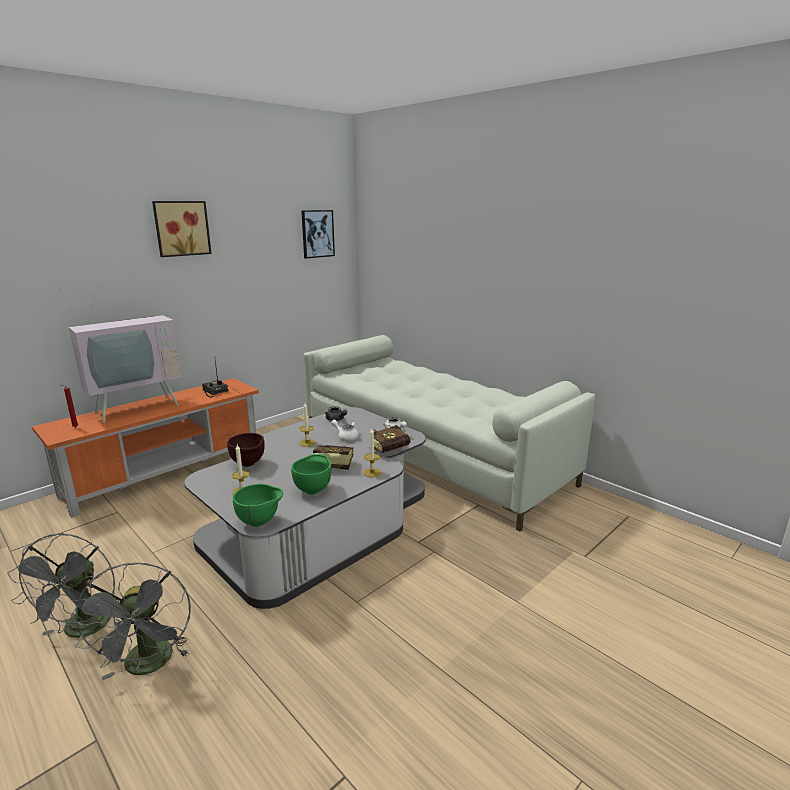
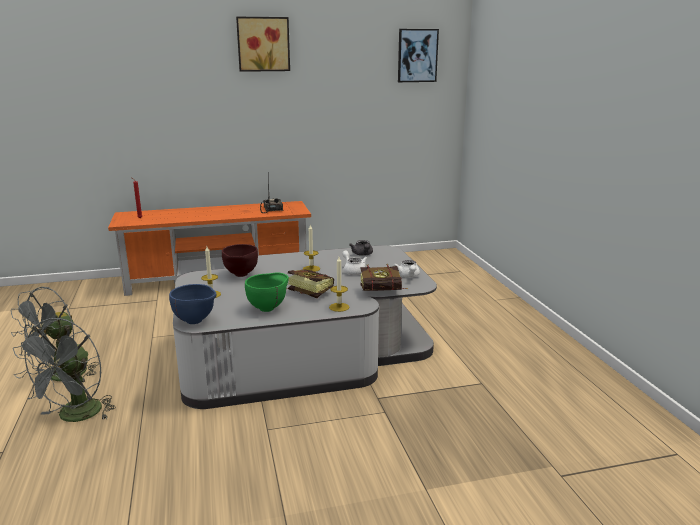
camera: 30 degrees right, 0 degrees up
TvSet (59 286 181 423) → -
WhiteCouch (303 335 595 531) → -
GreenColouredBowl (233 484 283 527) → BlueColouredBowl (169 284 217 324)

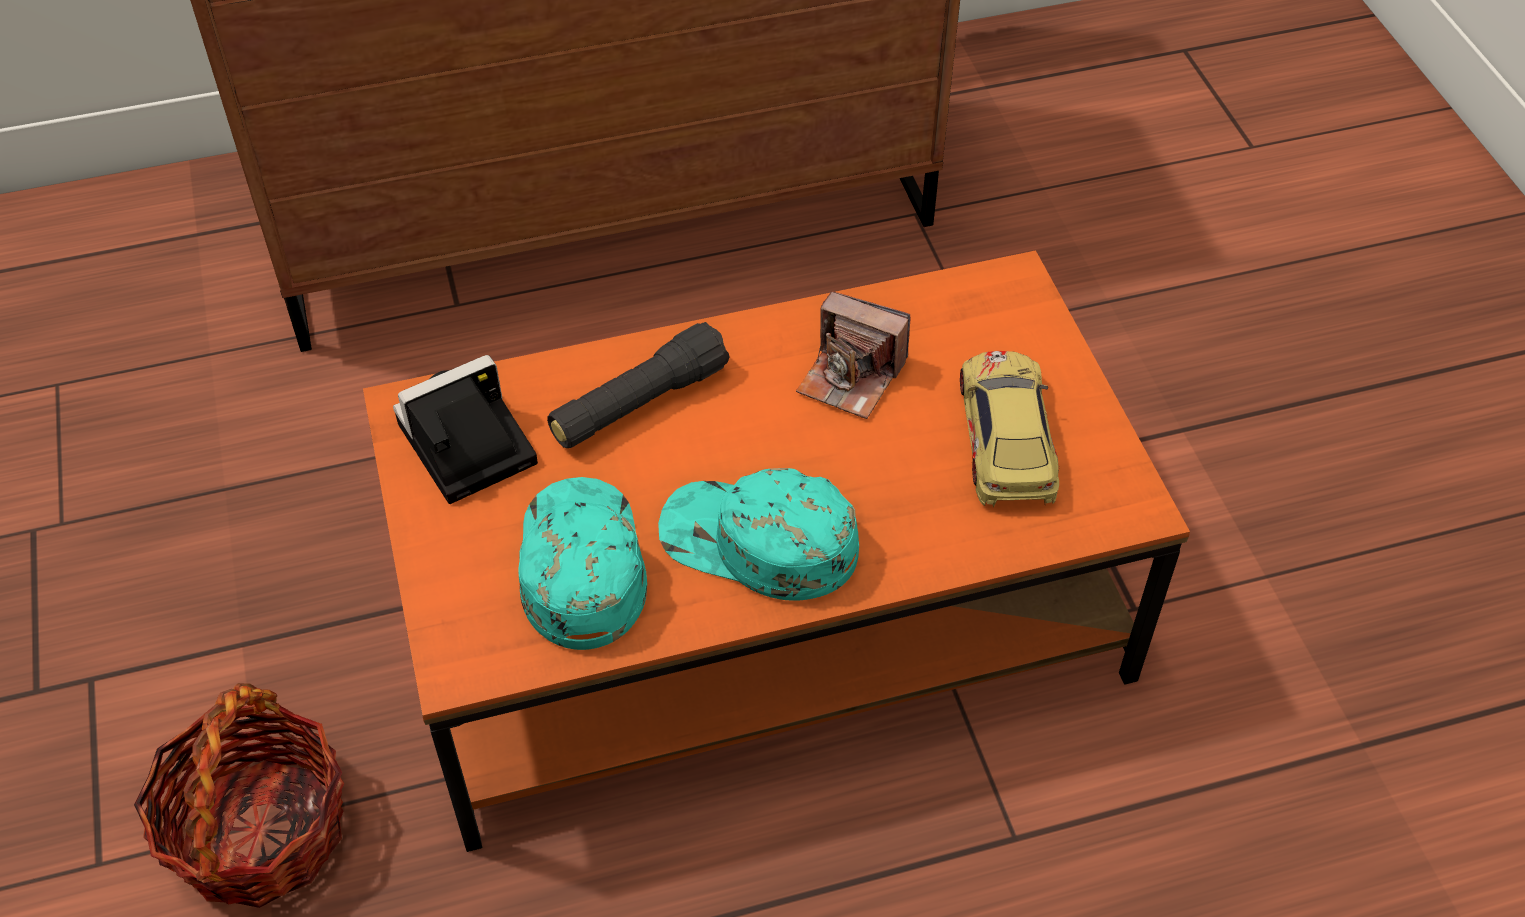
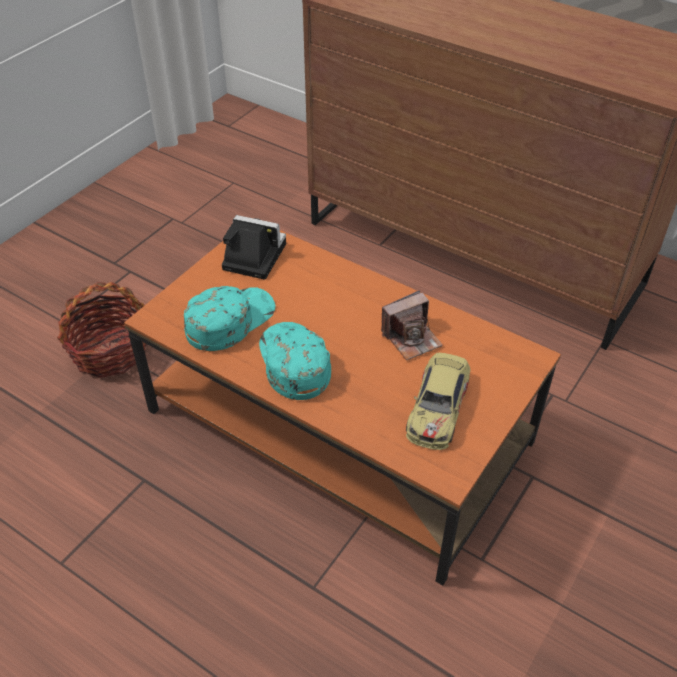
camera: 50 degrees right, 5 degrees down
BlackHandTorch (547 322 730 448) → -
PhotoCamera (796 291 910 419) → PhotoCamera (381 290 443 360), 105 degrees counterclockwise
ToyCar (960 351 1059 508) → ToyCar (406 353 470 450), 150 degrees clockwise

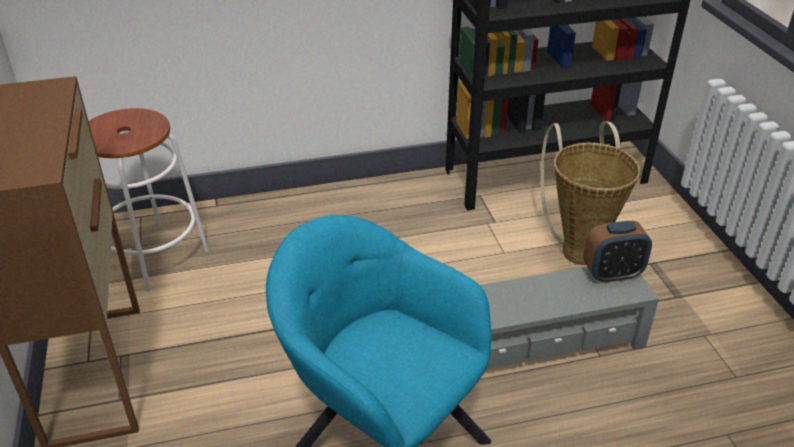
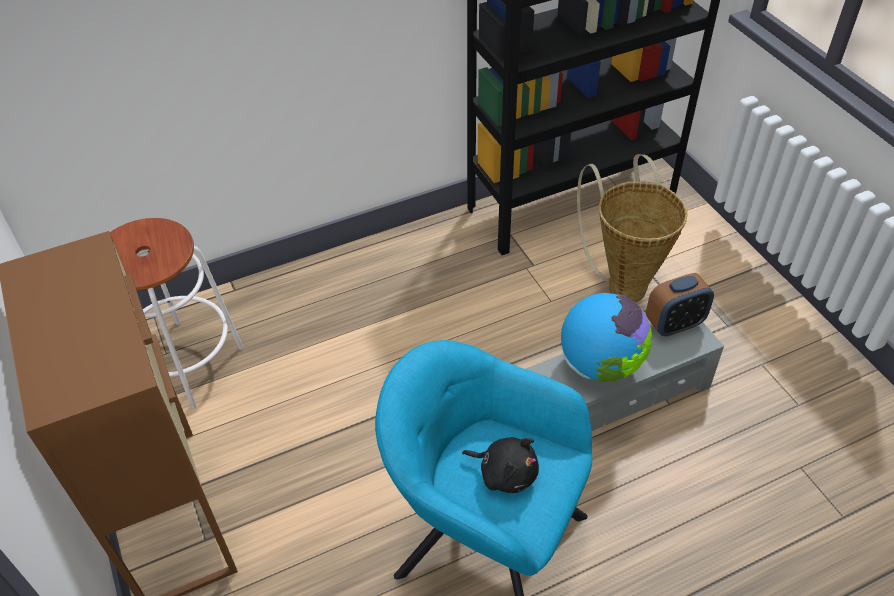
camera: 10 degrees left, 10 degrees up
- → BlackCuddlyToy (462 437 539 493)
- → WorldGlobe (561 293 652 382)

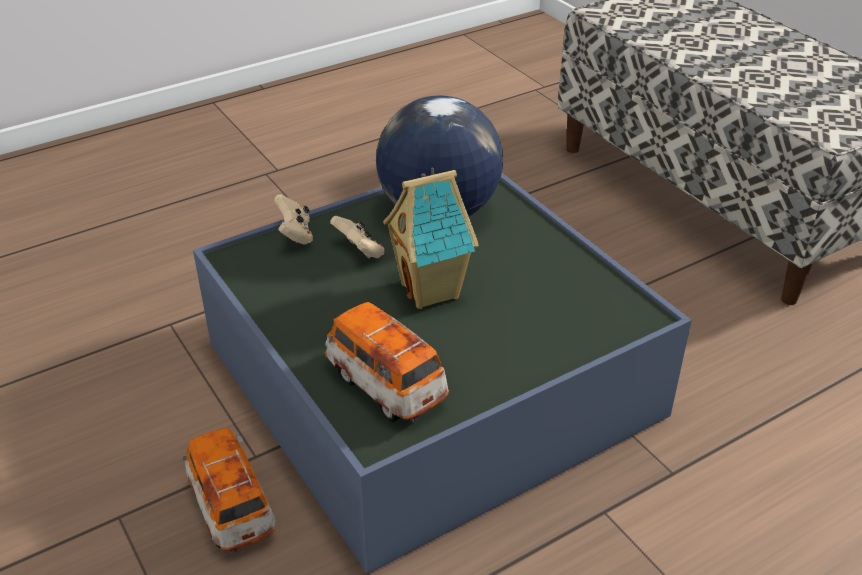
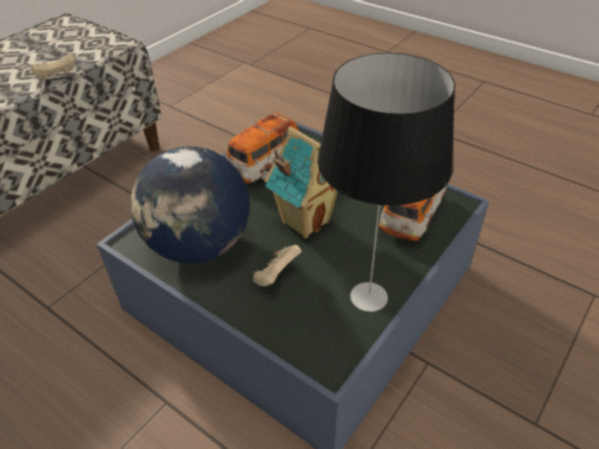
camera: 110 degrees left, 5 degrees up
- → TableLamp (318 53 455 312)
ToyCar (182 428 275 554) → ToyCar (225 112 300 184), move
SandColouredGameController (274 194 313 245) → SandColouredGameController (30 54 75 80), move

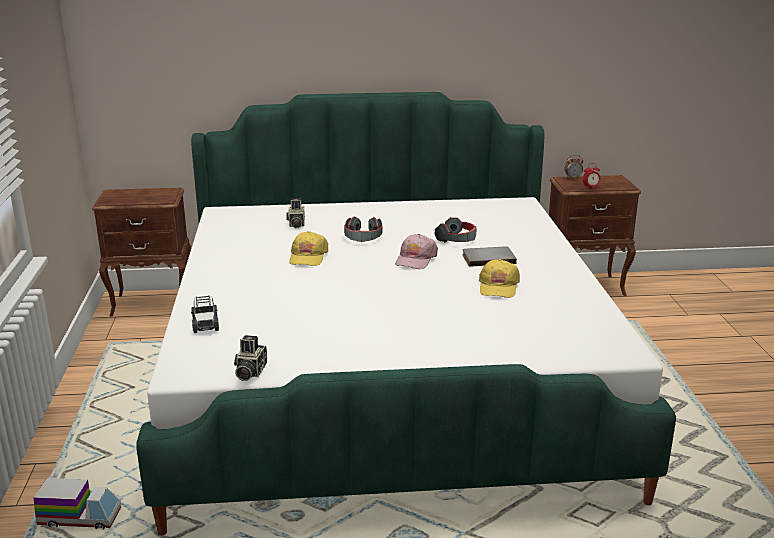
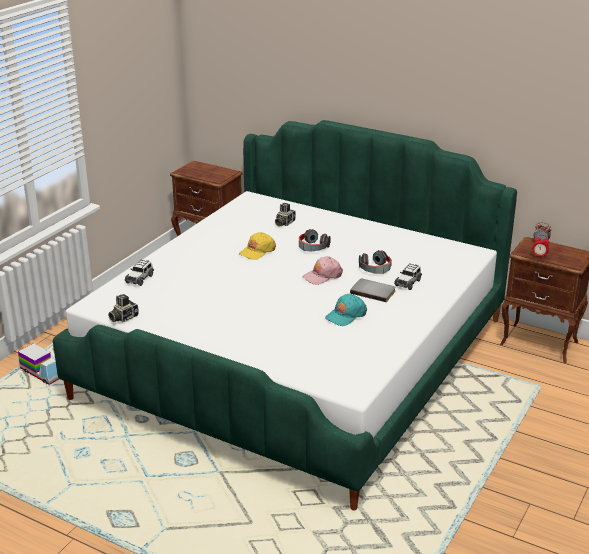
camera: 35 degrees right, 5 degrees up
- → ToyCar (394 263 422 290)
YellowishBaseballCap (479 259 520 298) → TurquoiseBaseballCap (325 294 367 326)

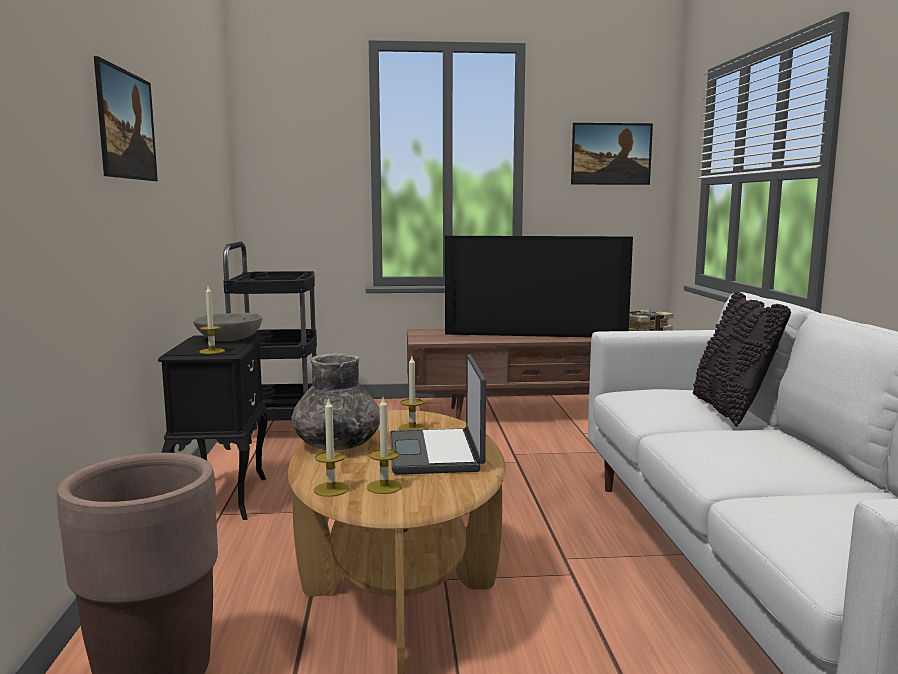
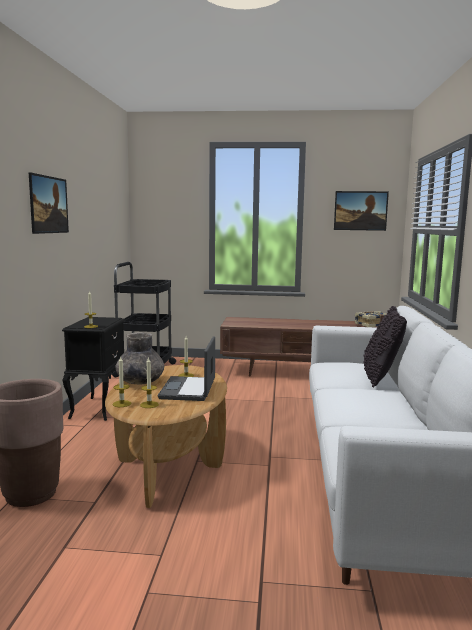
camera: 10 degrees right, 0 degrees up
GreyBowl (193 313 263 341) → -
TvSet (445 236 633 337) → -

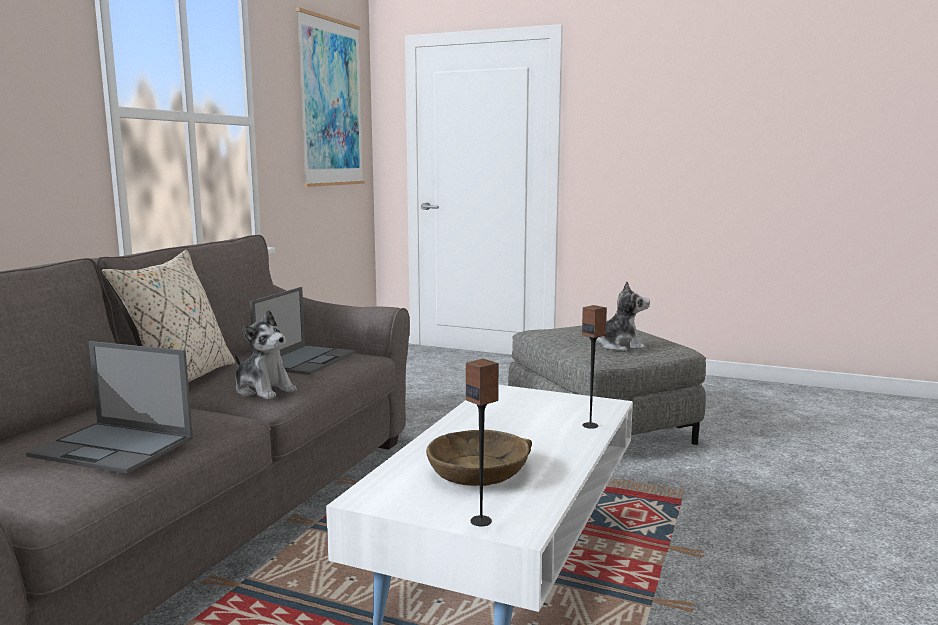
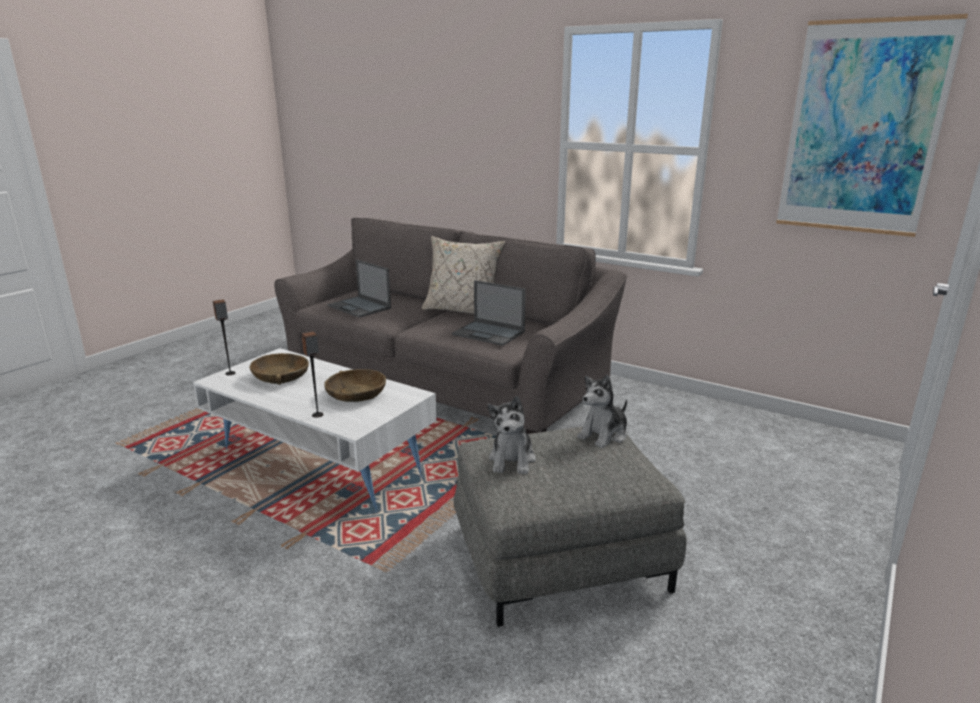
camera: 100 degrees right, 10 degrees up
- → BrownBowl (324 369 386 402)
CuddlyToy (235 310 297 400) → CuddlyToy (577 374 627 448), move
Laptop (26 341 193 473) → Laptop (328 259 391 318), 75 degrees counterclockwise

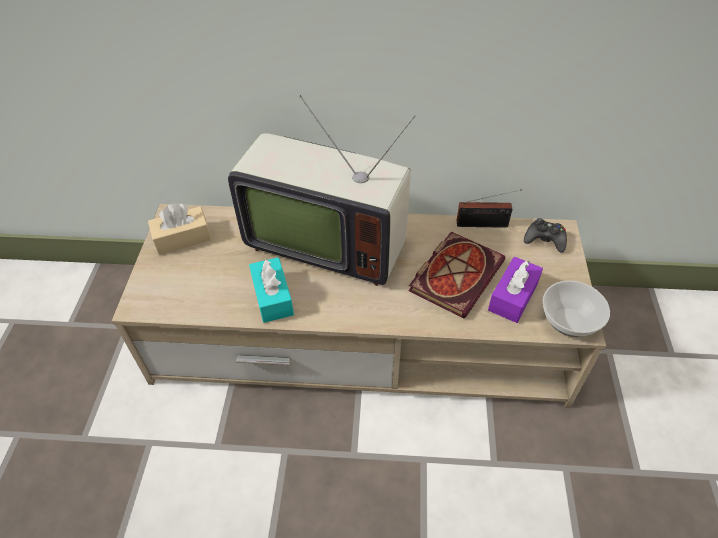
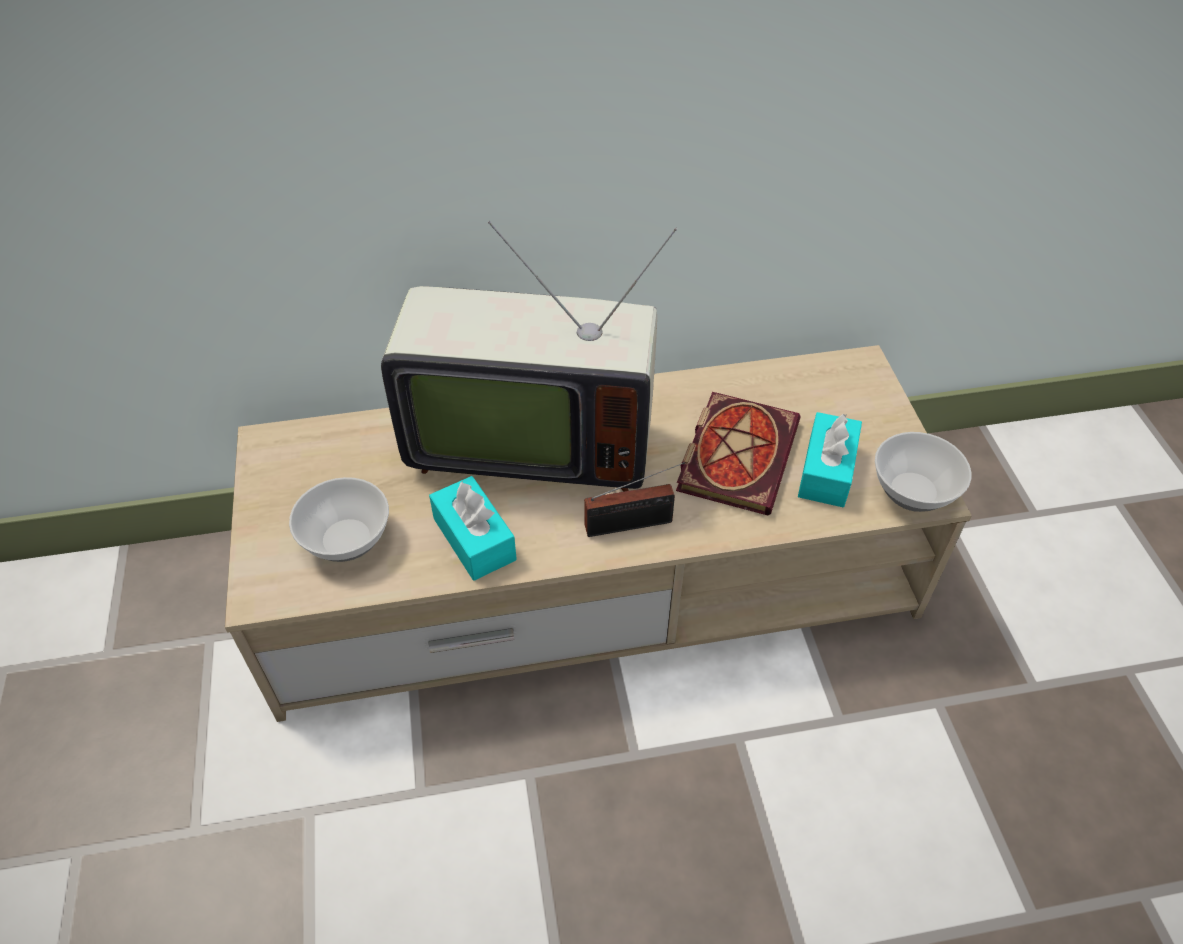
camera: 15 degrees left, 0 degrees up
SandColouredBoxOfTissues (148 203 211 255) → -
BlackGameController (524 218 567 253) → -
- → Bowl (289 477 389 562)
RadioReceiver (457 189 522 228) → RadioReceiver (584 462 685 537), move
PurpleColouredBoxOfTissues (488 257 543 323) → TurquoiseBoxOfTissues (798 412 862 507)

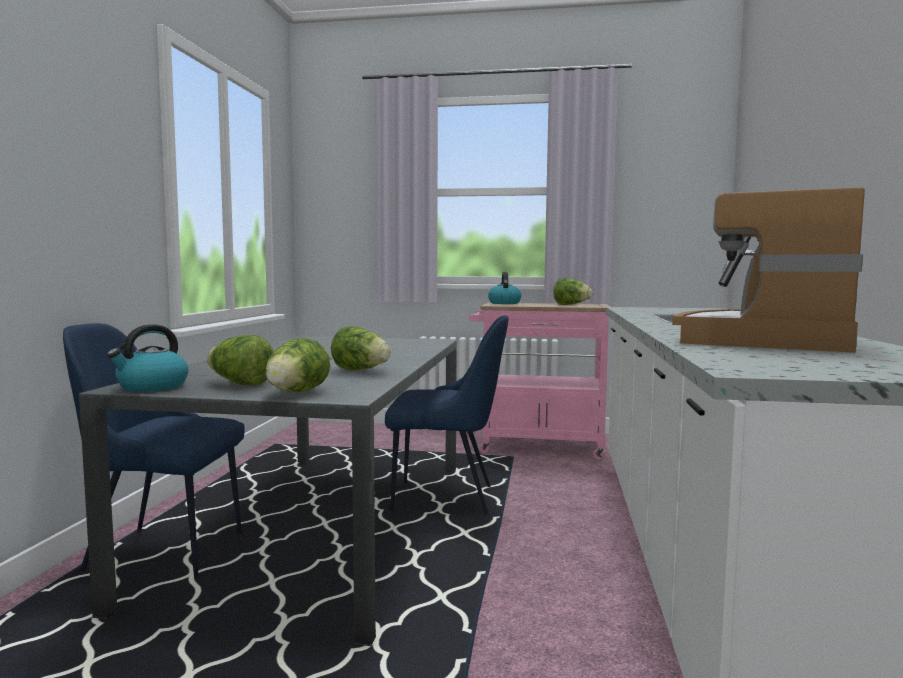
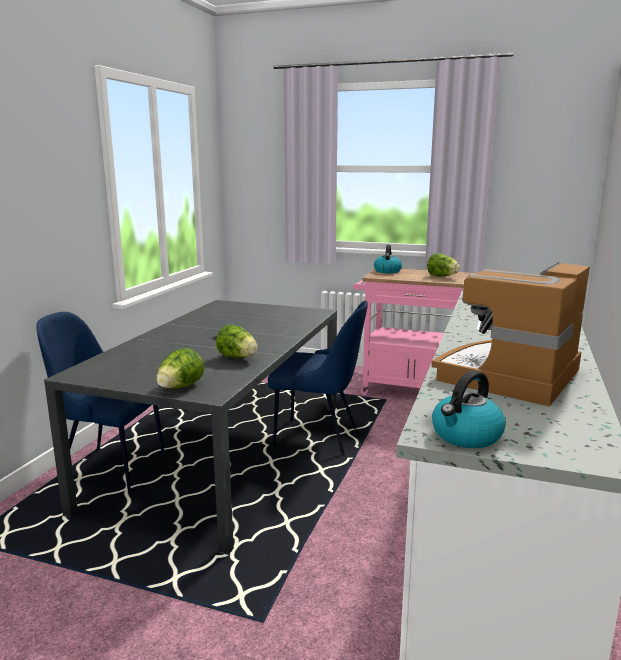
camera: 10 degrees right, 10 degrees up
Lettuce (207 335 274 386) → -
WaterKettle (107 324 189 392) → WaterKettle (432 370 506 448), move

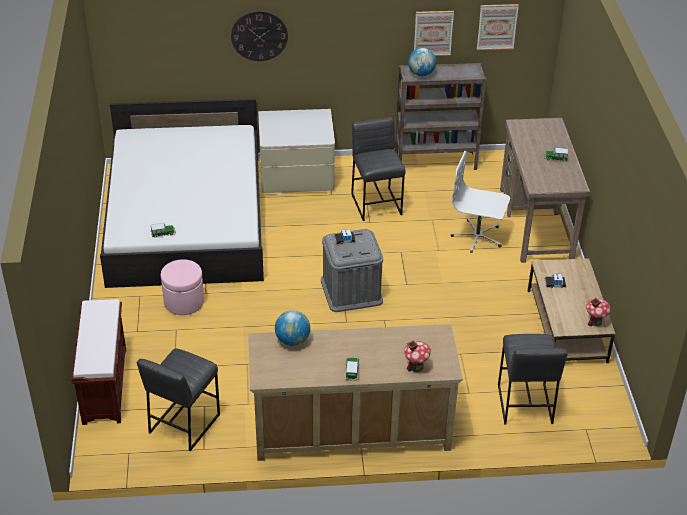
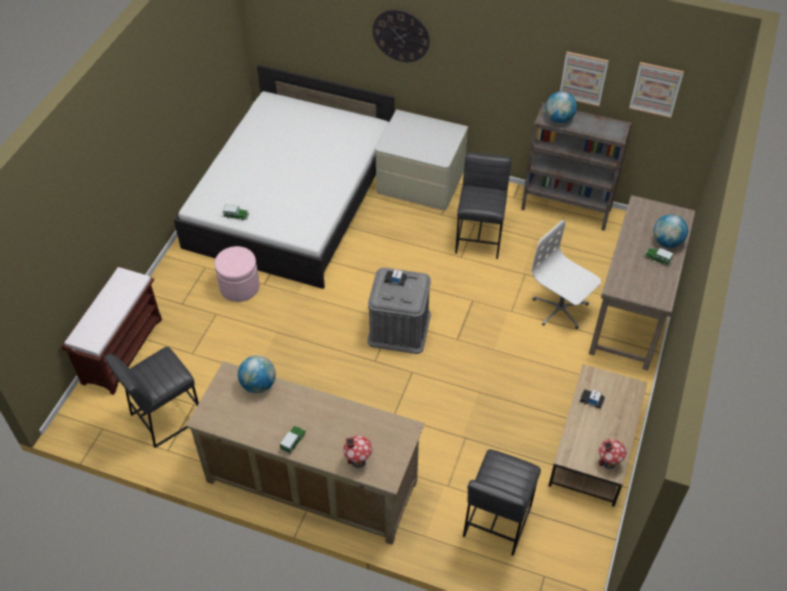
camera: 25 degrees right, 10 degrees up
- → WorldGlobe (653 214 688 248)

